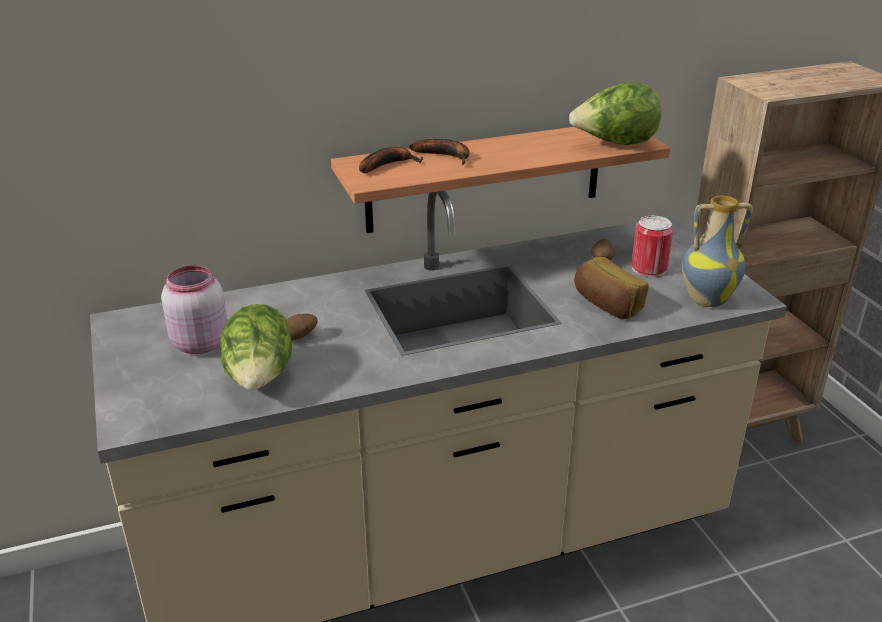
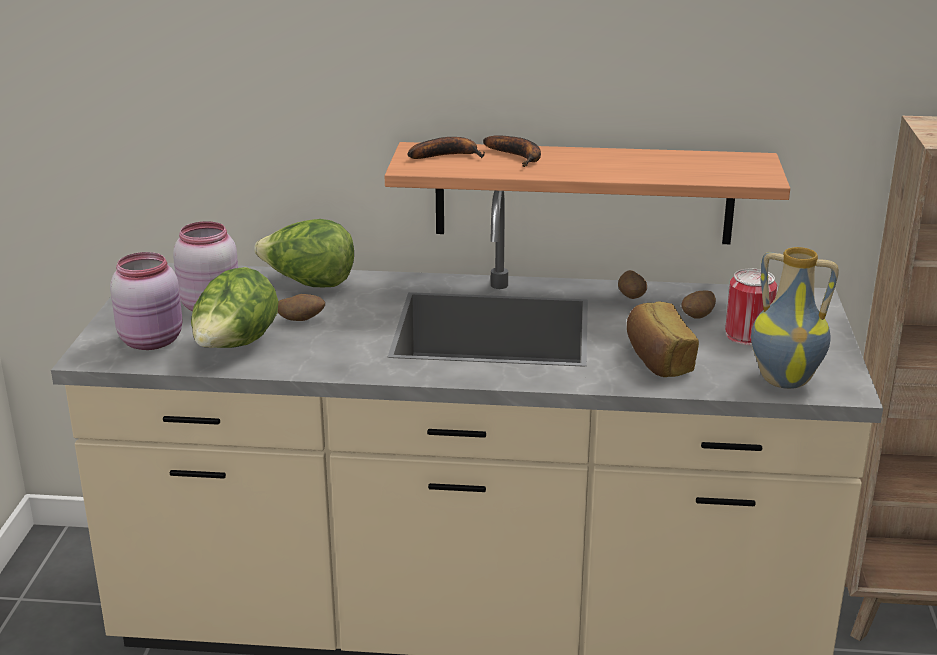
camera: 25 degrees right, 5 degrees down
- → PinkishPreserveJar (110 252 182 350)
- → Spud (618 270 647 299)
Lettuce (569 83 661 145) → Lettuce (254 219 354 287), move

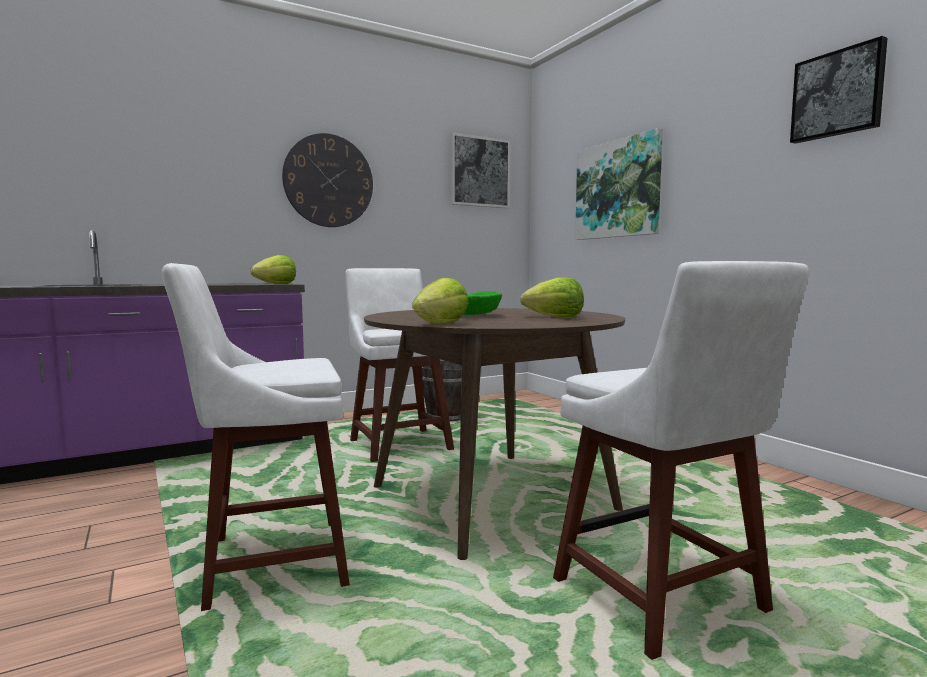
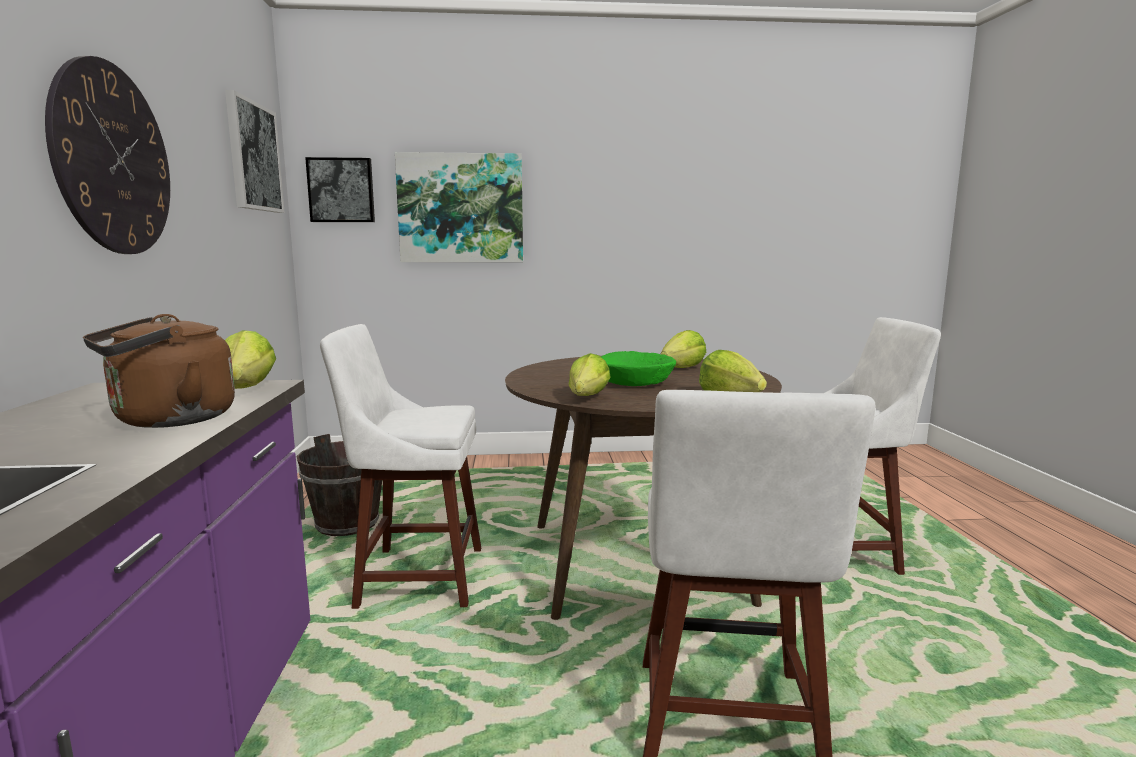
camera: 65 degrees left, 5 degrees up
- → BrownWaterKettle (83 314 235 428)
- → Lettuce (568 353 610 396)
Picture (790 36 887 144) → Picture (305 157 375 222), move

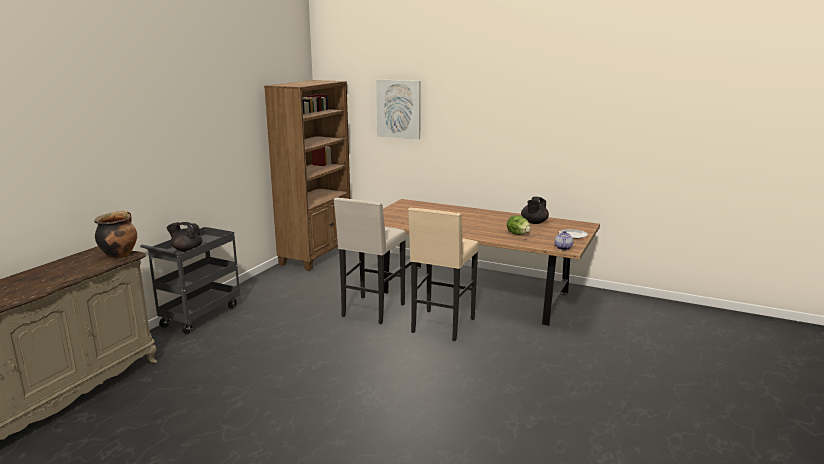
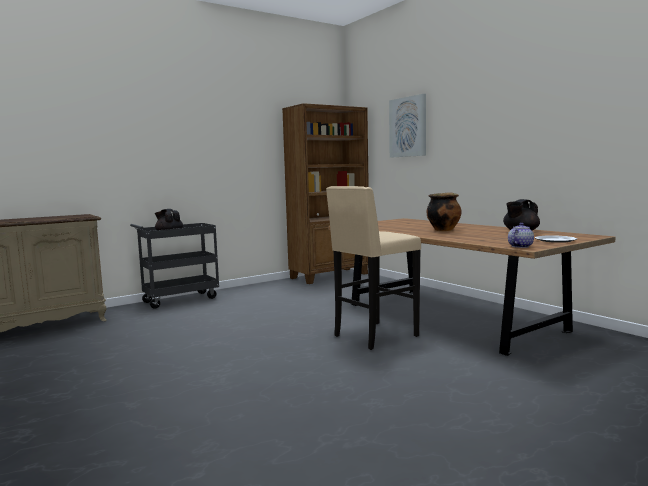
camera: 30 degrees right, 10 degrees down
SandColouredStoolSeat (334 198 406 324) → -
Lettuce (507 215 531 235) → -
Stockpot (94 211 137 259) → Stockpot (427 192 461 231), move

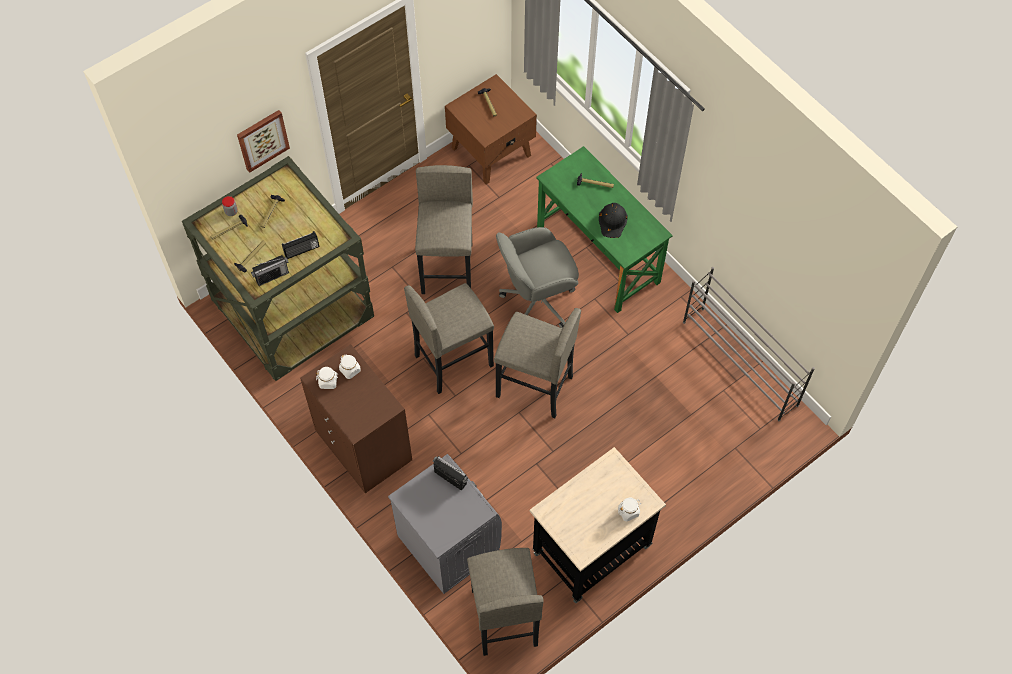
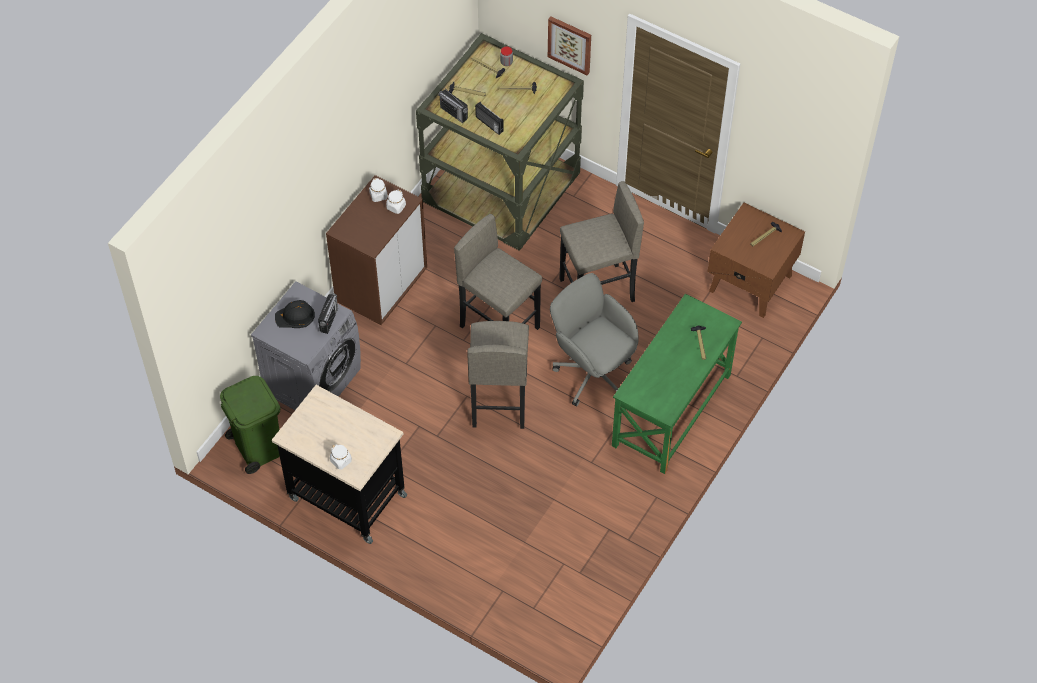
camera: 70 degrees right, 5 degrees down
GreyShoeStand (683 267 815 421) → -
BlackSafetyHelmet (599 203 628 238) → BlackSafetyHelmet (275 300 315 328), move
GreyStoolSeat (467 548 543 656) → GreenColouredWasteBin (220 376 280 474)

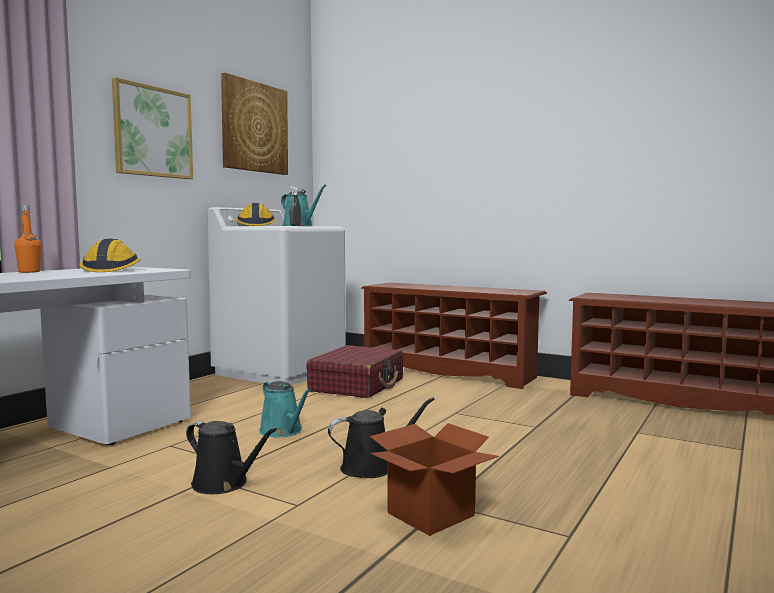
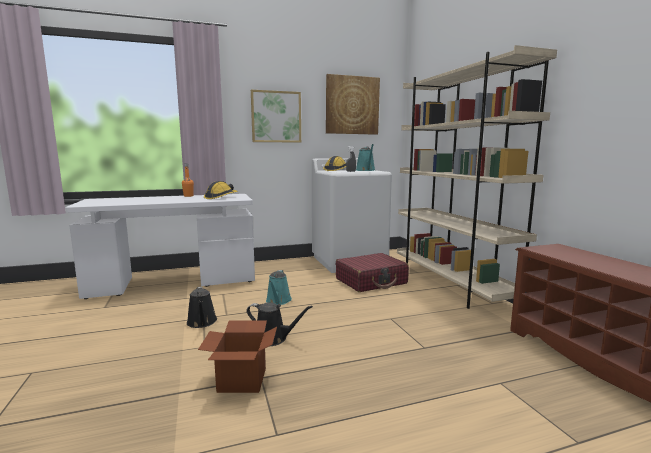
camera: 40 degrees right, 5 degrees up
BrownShoeStand (361 283 547 389) → SandColouredBookshelf (397 45 557 309)

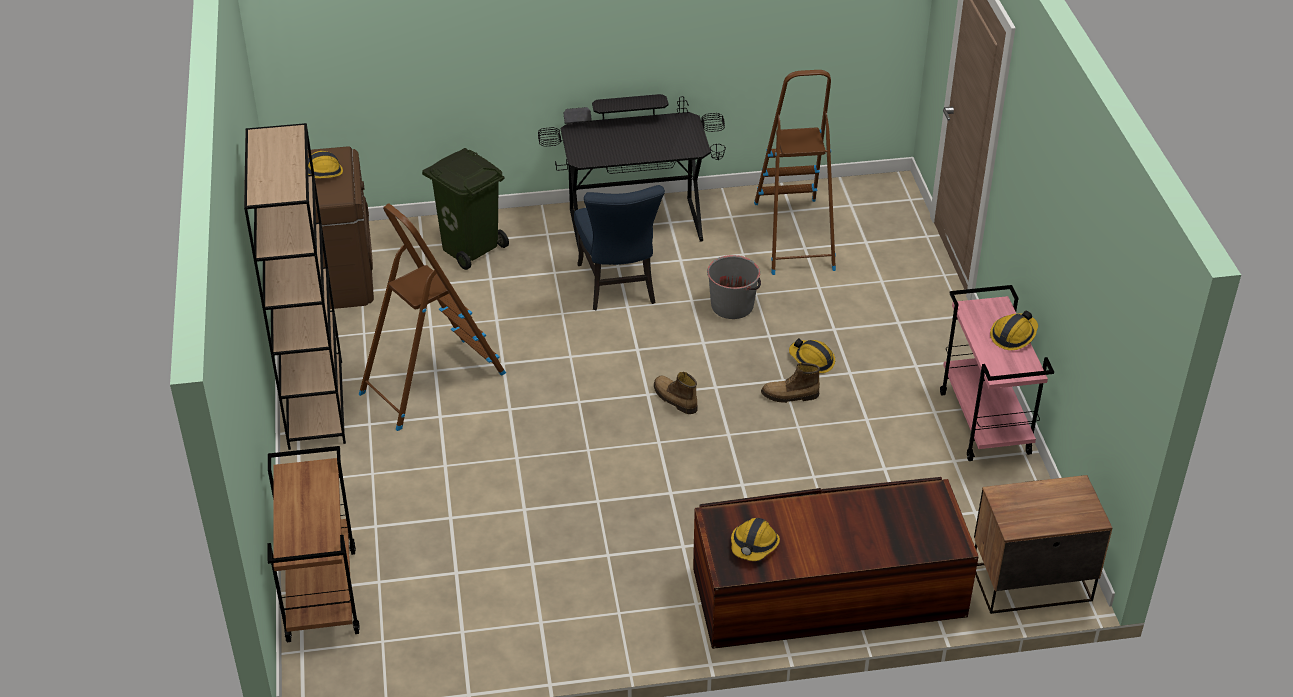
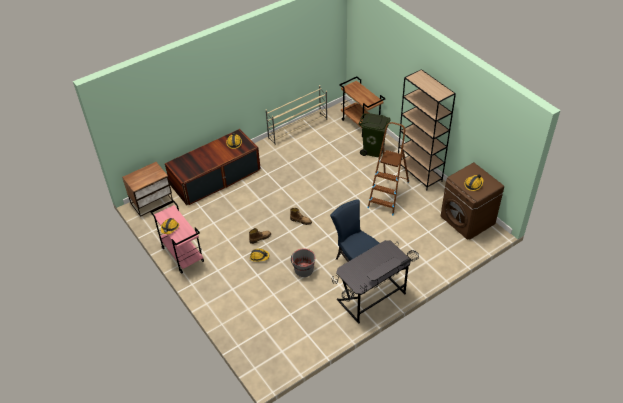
camera: 155 degrees right, 5 degrees up
BrownStepLadder (754 70 836 275) → -
- → SandColouredShoeStand (266 85 327 145)
GreenColouredWasteBin (422 148 509 270) → GreenColouredWasteBin (358 113 391 157), move

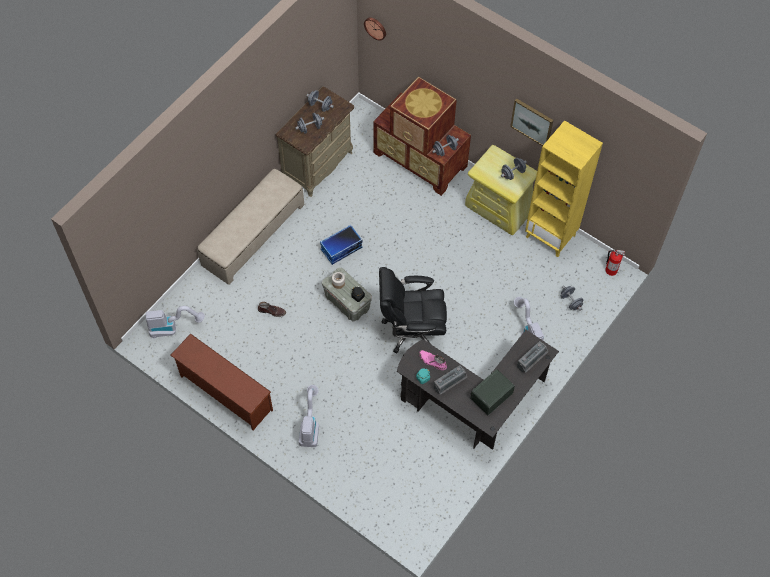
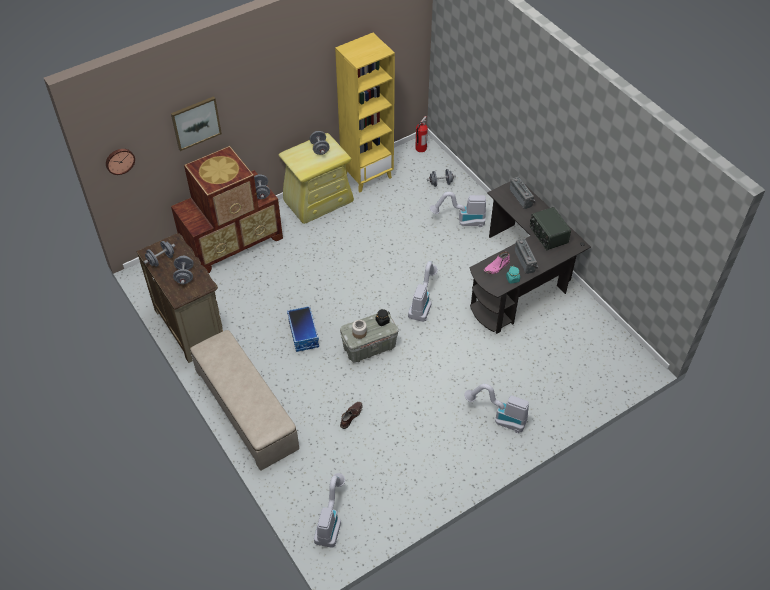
camera: 70 degrees left, 10 degrees down
BrownShoeStand (170 333 273 430) → -
Picture (510 98 553 146) → Picture (171 96 222 151), move
BlackComputerChair (379 267 447 354) → Vacuum (408 261 438 322)

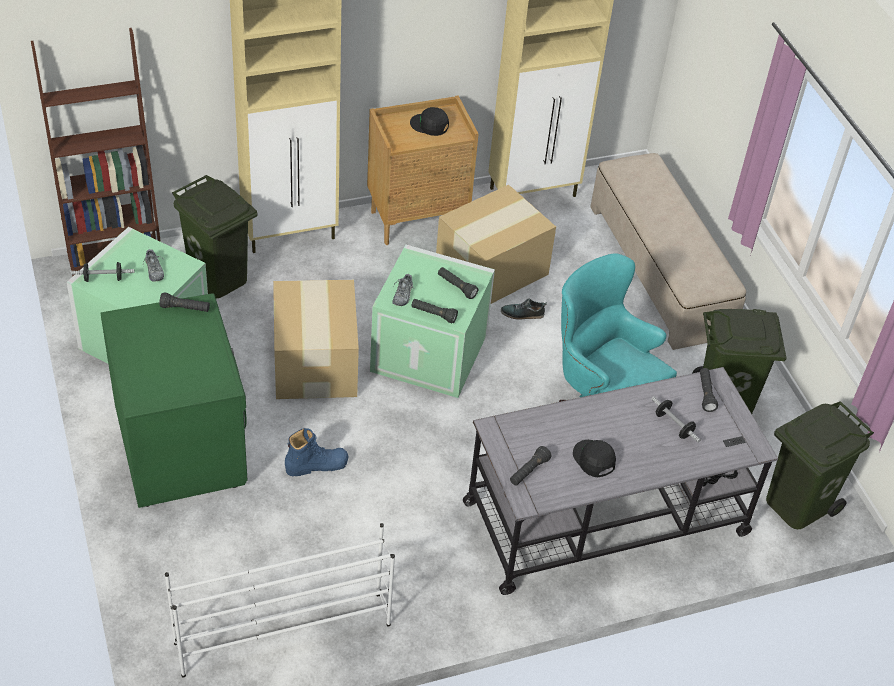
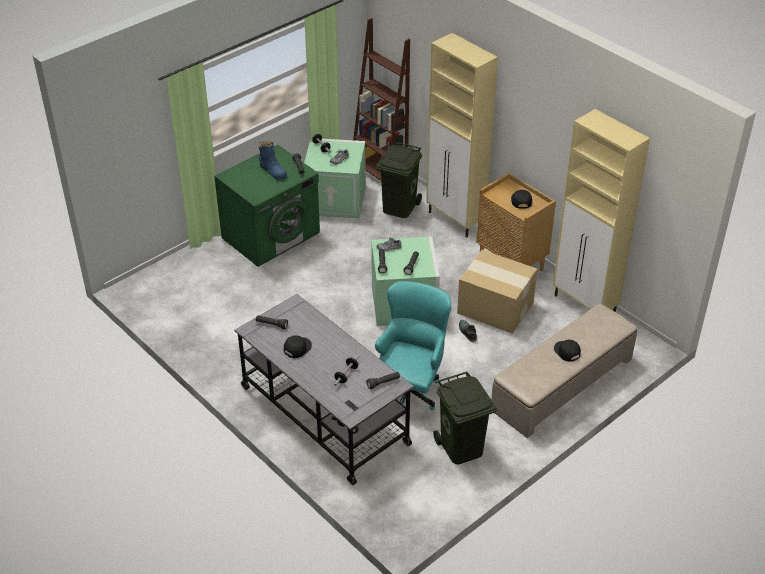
camera: 70 degrees right, 5 degrees down
WhiteShoeStand (165 523 395 677) → -
Carton (273 280 359 399) → -
GreenColouredWasteBin (766 401 874 529) → -
- → BlackBaseballCap (554 340 581 362)
BlueColouredTallBoot (285 428 348 477) → BlueColouredTallBoot (259 141 287 180), move

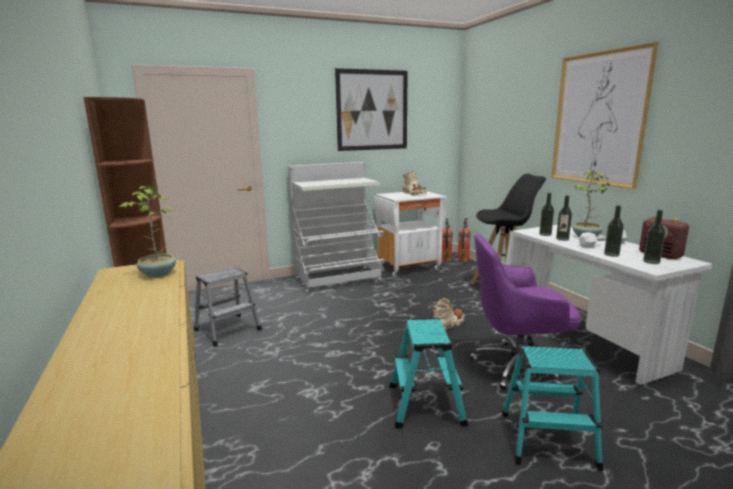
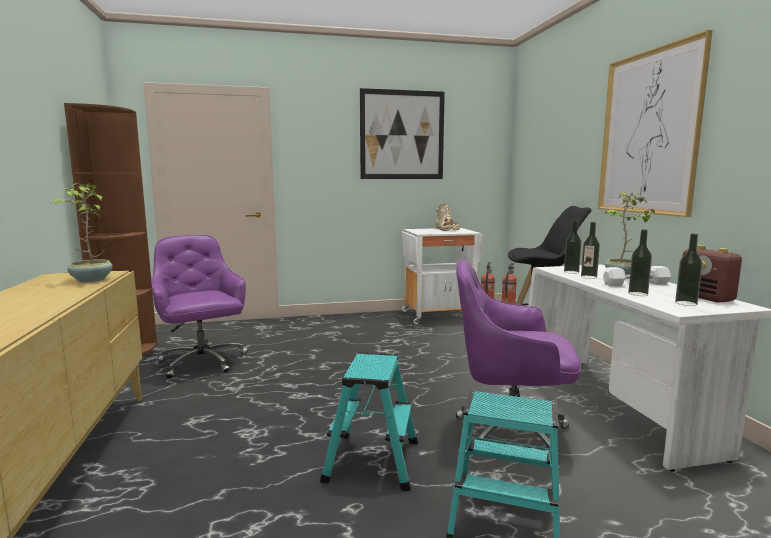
camera: 10 degrees right, 5 degrees down
WhiteShoeStand (288 162 384 291) → -
SandColouredTallBoot (433 298 465 330) → -
GreyStepLadder (194 267 262 347) → PurpleColouredComputerChair (152 235 247 378)

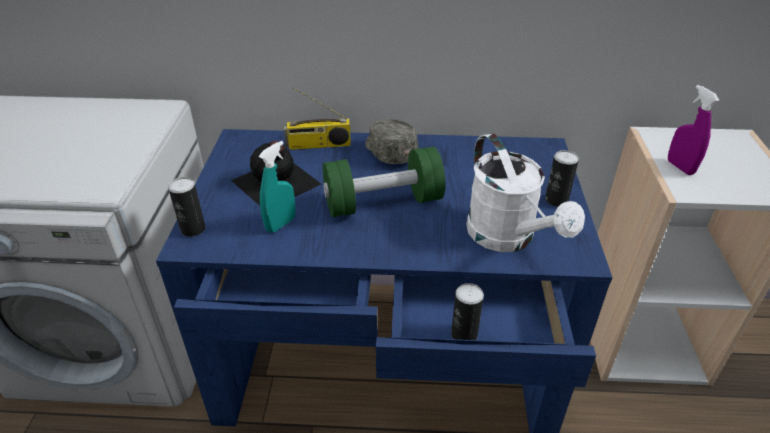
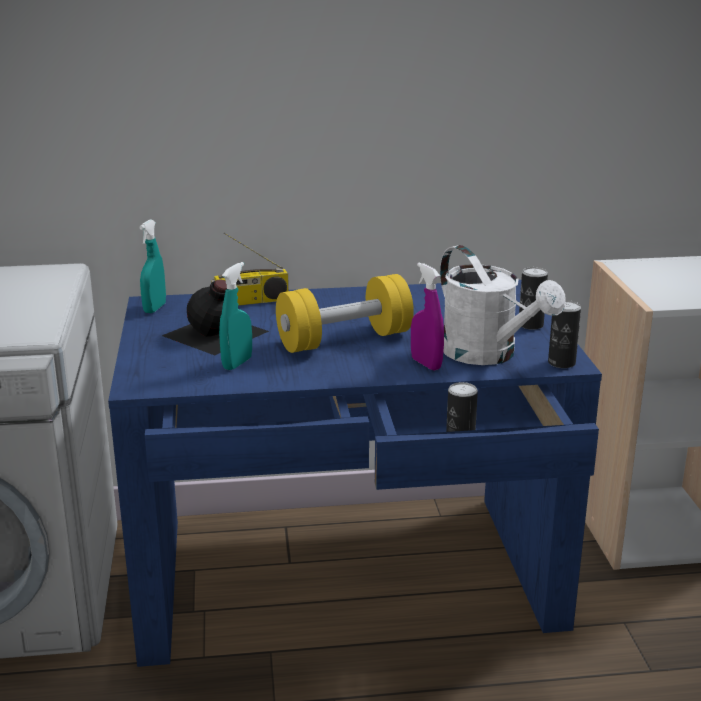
camera: 10 degrees left, 15 degrees down
GreyBaseballCap (365 119 418 164) → -
- → TurquoiseSprayBottle (139 219 166 313)
MetalCan (168 177 205 237) → MetalCan (548 300 581 368), move
PurpleColouredSprayBottle (668 85 719 175) → PurpleColouredSprayBottle (411 262 444 371), move
GreenColouredDumbbell (323 147 445 217) → YellowishDumbbell (276 274 414 353)

